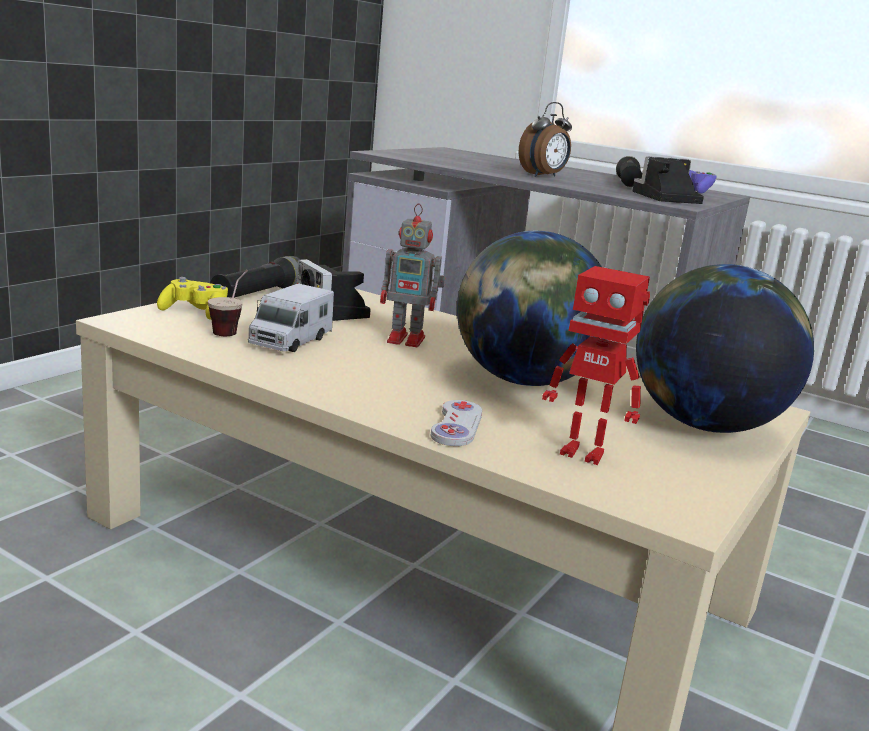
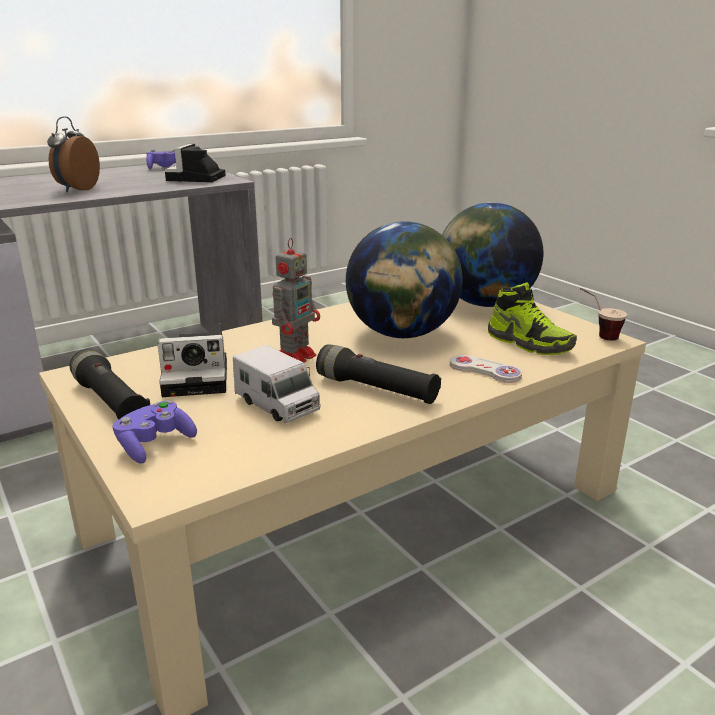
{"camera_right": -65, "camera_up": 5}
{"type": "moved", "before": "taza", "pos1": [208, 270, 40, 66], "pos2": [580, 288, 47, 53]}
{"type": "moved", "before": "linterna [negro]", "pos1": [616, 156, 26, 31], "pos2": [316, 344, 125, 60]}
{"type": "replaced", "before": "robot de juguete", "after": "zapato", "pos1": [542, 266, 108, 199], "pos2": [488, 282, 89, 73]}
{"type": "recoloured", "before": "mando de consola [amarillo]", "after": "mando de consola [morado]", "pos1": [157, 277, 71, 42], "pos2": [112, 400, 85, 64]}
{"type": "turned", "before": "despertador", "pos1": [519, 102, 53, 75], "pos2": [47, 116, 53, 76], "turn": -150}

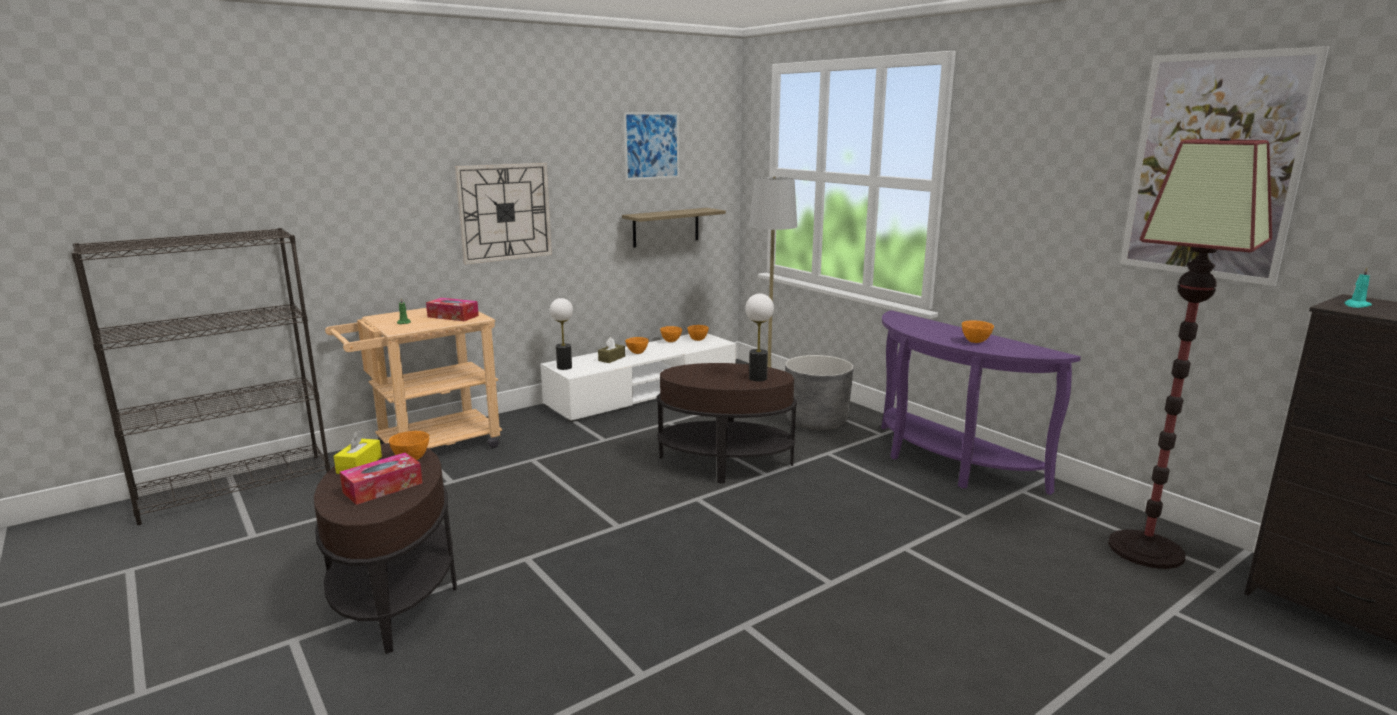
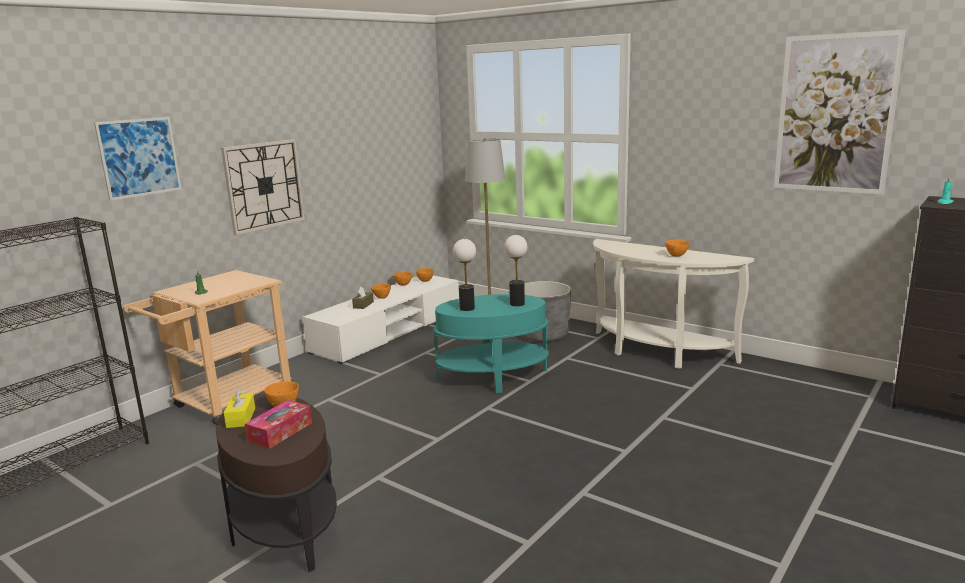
{"camera_right": -15, "camera_up": 0}
{"type": "removed", "before": "caja de pañuelos", "pos1": [426, 298, 53, 23]}
{"type": "removed", "before": "estante", "pos1": [622, 208, 104, 39]}
{"type": "removed", "before": "lámpara de pie", "pos1": [1108, 138, 164, 431]}
{"type": "moved", "before": "lámpara de mesa", "pos1": [550, 298, 23, 72], "pos2": [453, 239, 23, 72]}
{"type": "moved", "before": "cuadro", "pos1": [623, 112, 56, 68], "pos2": [94, 117, 88, 84]}
{"type": "recoloured", "before": "mesa auxiliar [marrón]", "after": "mesa auxiliar [turquesa]", "pos1": [657, 363, 140, 120], "pos2": [433, 294, 116, 99]}
{"type": "recoloured", "before": "mesa consola [morado]", "after": "mesa consola [blanco]", "pos1": [881, 310, 200, 185], "pos2": [593, 239, 161, 130]}

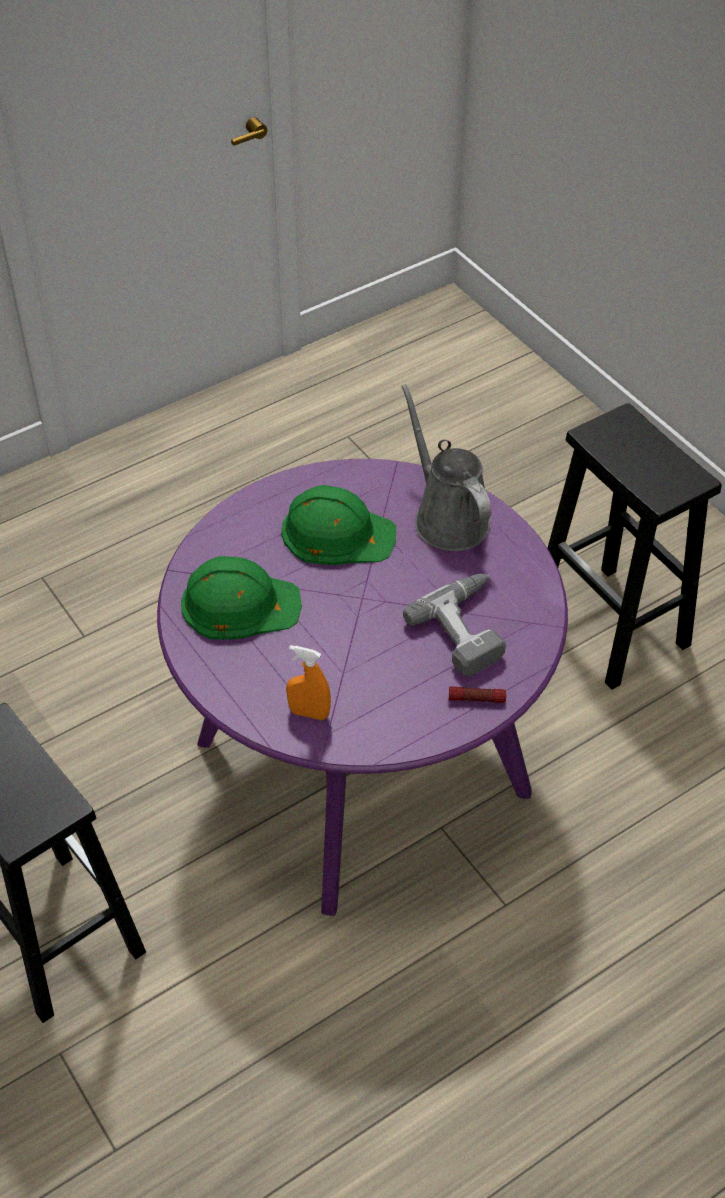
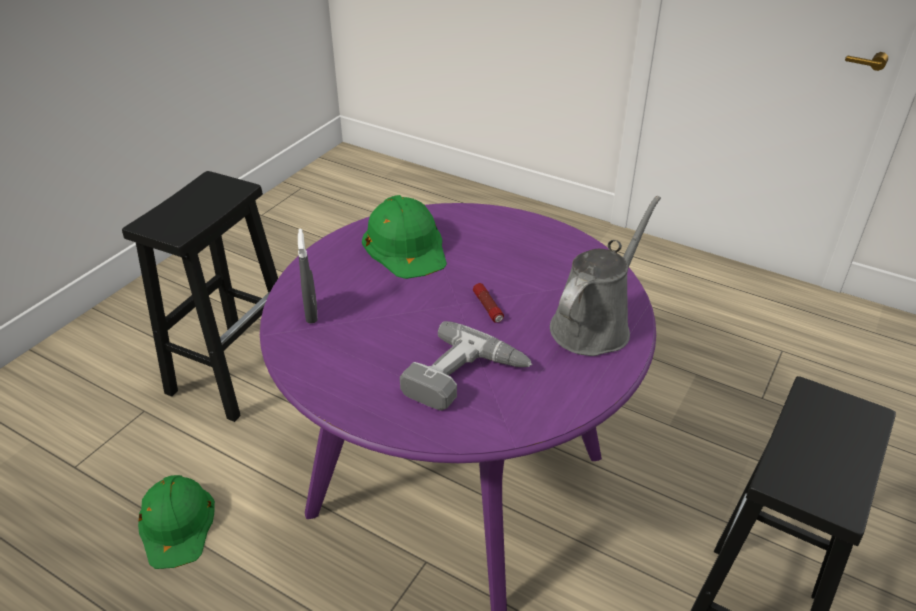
{"camera_right": 65, "camera_up": -10}
{"type": "moved", "before": "casco [verde]", "pos1": [281, 485, 115, 80], "pos2": [138, 475, 77, 94]}
{"type": "moved", "before": "linterna", "pos1": [449, 686, 57, 17], "pos2": [473, 283, 31, 40]}
{"type": "recoloured", "before": "pulverizador [naranja]", "after": "pulverizador [gris]", "pos1": [286, 645, 45, 75], "pos2": [298, 229, 19, 94]}

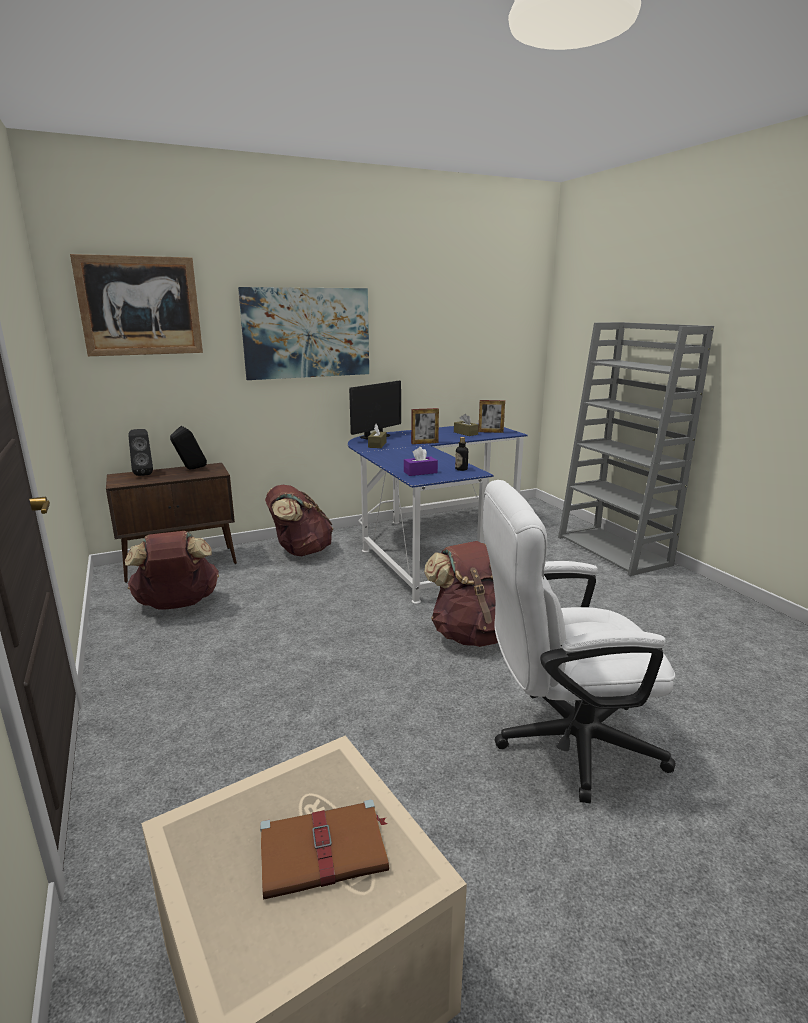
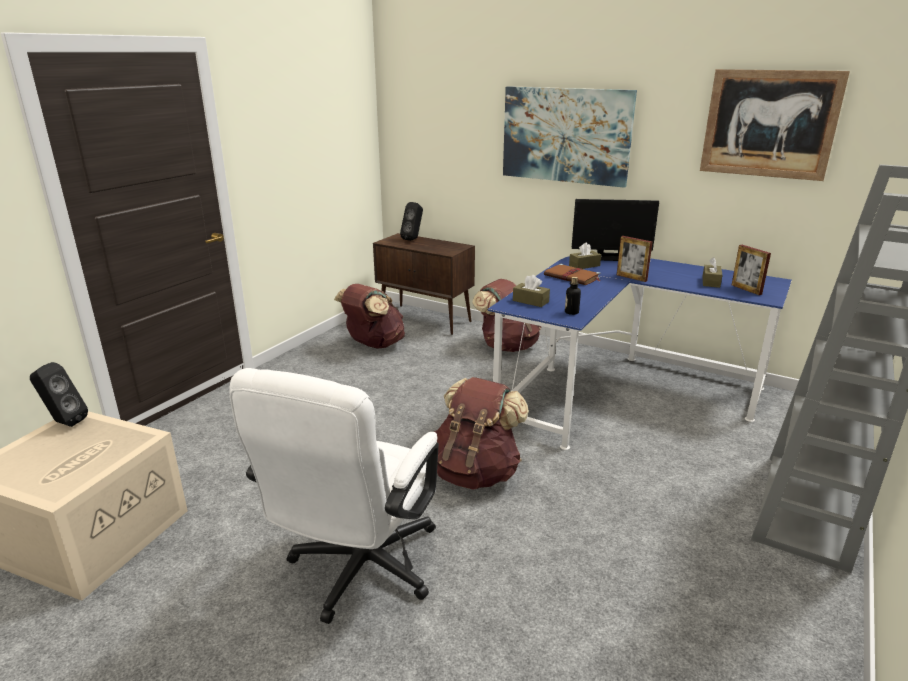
{"camera_right": 55, "camera_up": 5}
{"type": "moved", "before": "cuadro", "pos1": [70, 254, 133, 102], "pos2": [700, 69, 150, 112]}
{"type": "moved", "before": "altavoz [negro]", "pos1": [170, 426, 37, 44], "pos2": [30, 362, 58, 65]}
{"type": "moved", "before": "libro [marrón]", "pos1": [260, 799, 129, 101], "pos2": [544, 264, 57, 21]}
{"type": "recoloured", "before": "caja de pañuelos [morado]", "after": "caja de pañuelos [marrón]", "pos1": [404, 447, 34, 29], "pos2": [513, 275, 37, 32]}
{"type": "turned", "before": "silla de oficina [blanco]", "pos1": [483, 480, 193, 323], "pos2": [229, 368, 210, 256], "turn": -120}

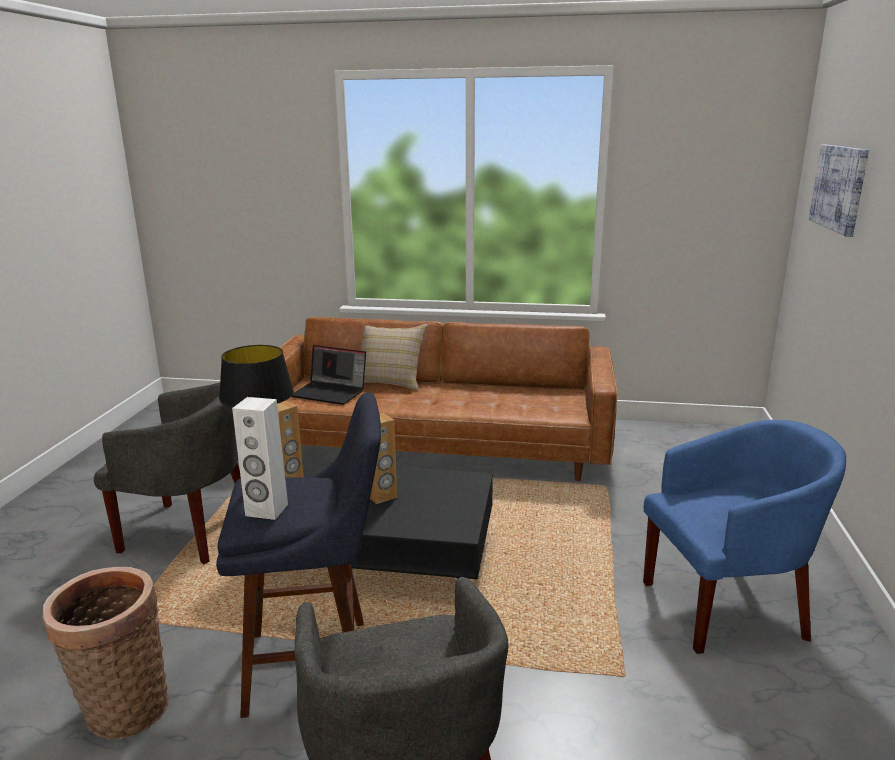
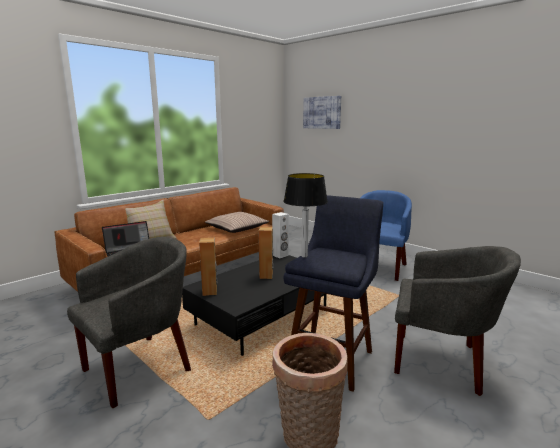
{"camera_right": -55, "camera_up": -5}
{"type": "added", "after": "cojín", "pos2": [205, 212, 64, 21]}
{"type": "moved", "before": "altavoz [blanco]", "pos1": [232, 397, 56, 123], "pos2": [272, 212, 17, 46]}

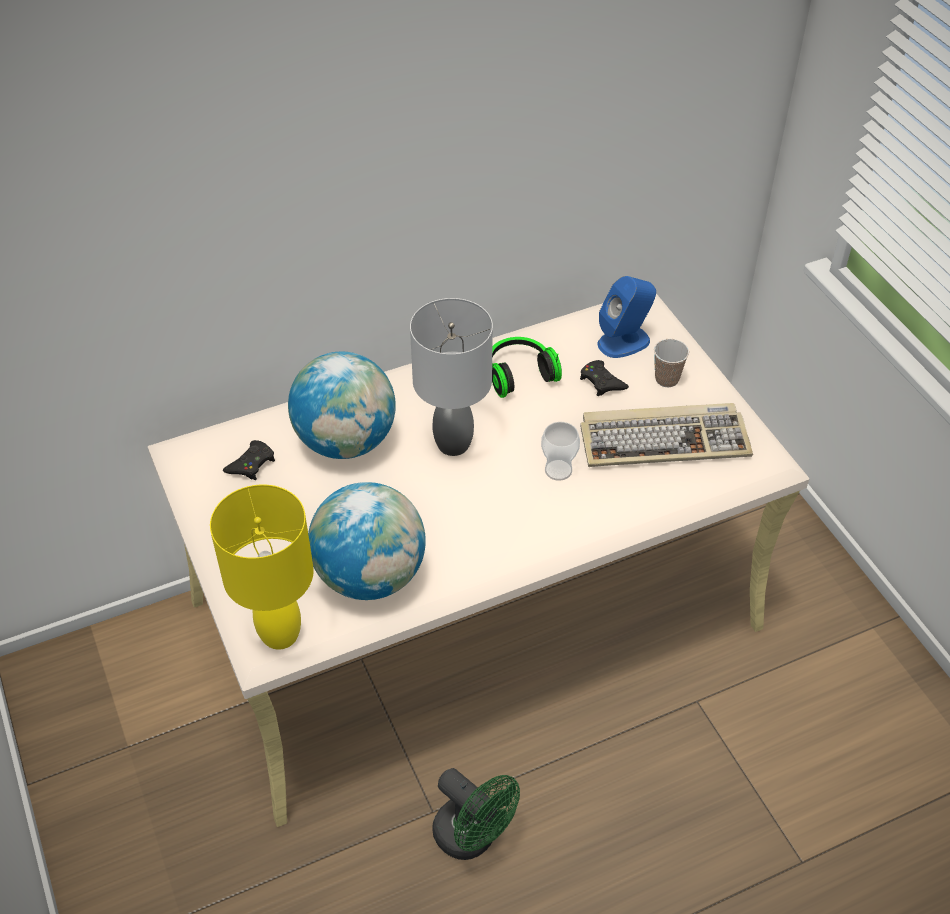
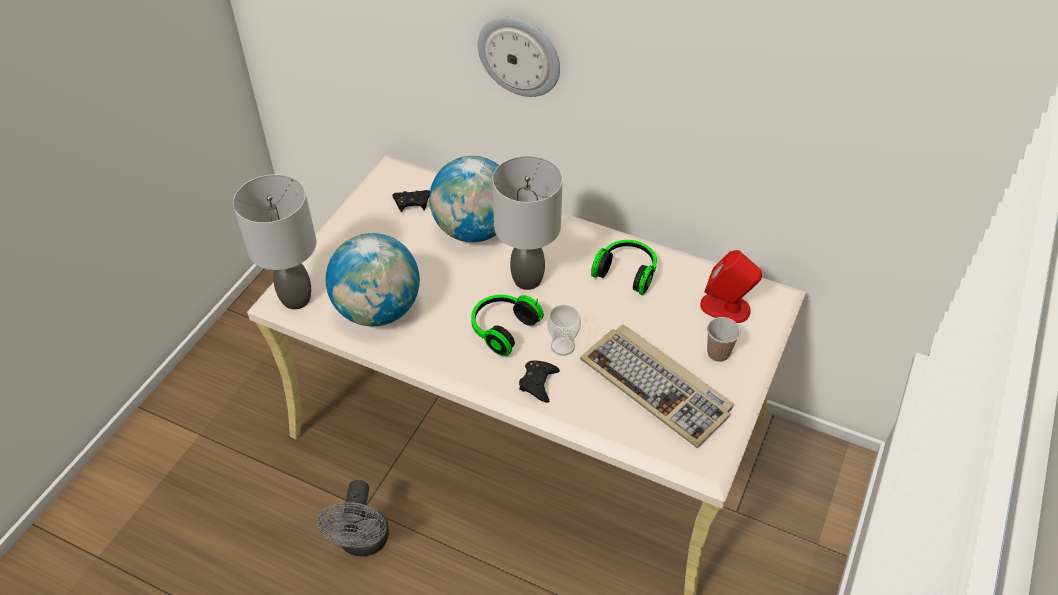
{"camera_right": 50, "camera_up": 0}
{"type": "added", "after": "auriculares", "pos2": [471, 295, 73, 62]}
{"type": "added", "after": "reloj de pared", "pos2": [478, 17, 82, 80]}
{"type": "moved", "before": "mando de consola [negro]", "pos1": [580, 360, 49, 36], "pos2": [519, 361, 41, 42]}
{"type": "recoloured", "before": "lámpara de mesa [amarillo]", "after": "lámpara de mesa [gris]", "pos1": [210, 484, 104, 166], "pos2": [233, 174, 83, 135]}
{"type": "recoloured", "before": "ventilador [verde]", "after": "ventilador [gris]", "pos1": [432, 768, 88, 92], "pos2": [317, 480, 72, 76]}
{"type": "recoloured", "before": "altavoz [azul]", "after": "altavoz [rojo]", "pos1": [597, 276, 59, 82], "pos2": [700, 250, 62, 73]}

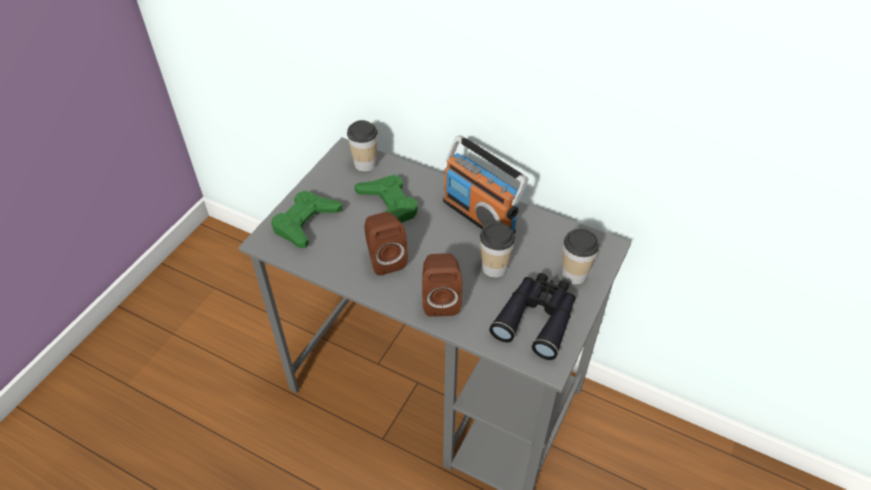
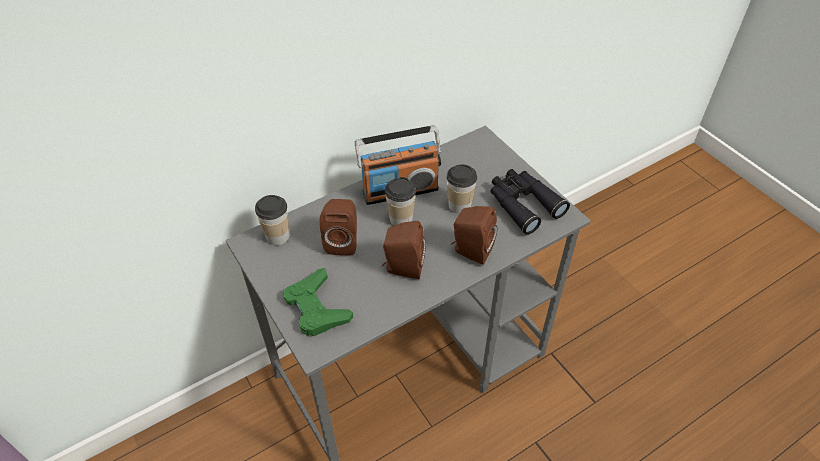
{"camera_right": -60, "camera_up": 0}
{"type": "moved", "before": "taza", "pos1": [562, 229, 37, 55], "pos2": [385, 177, 31, 49]}
{"type": "replaced", "before": "mando de consola [verde]", "after": "altavoz [marrón]", "pos1": [354, 175, 64, 48], "pos2": [320, 199, 37, 56]}

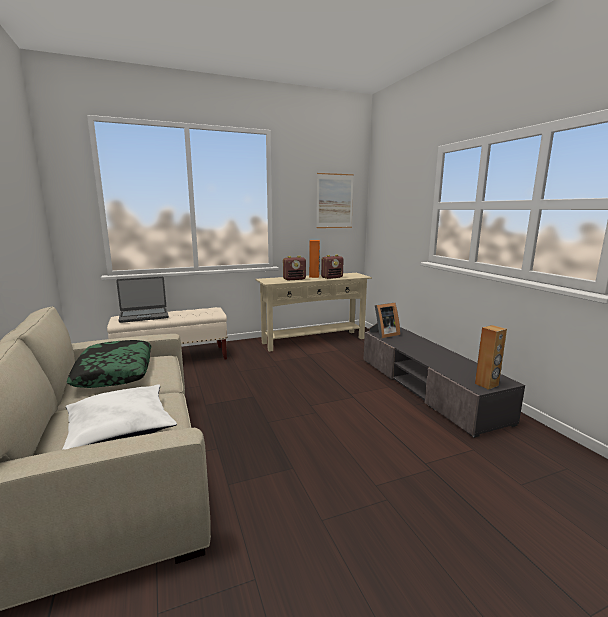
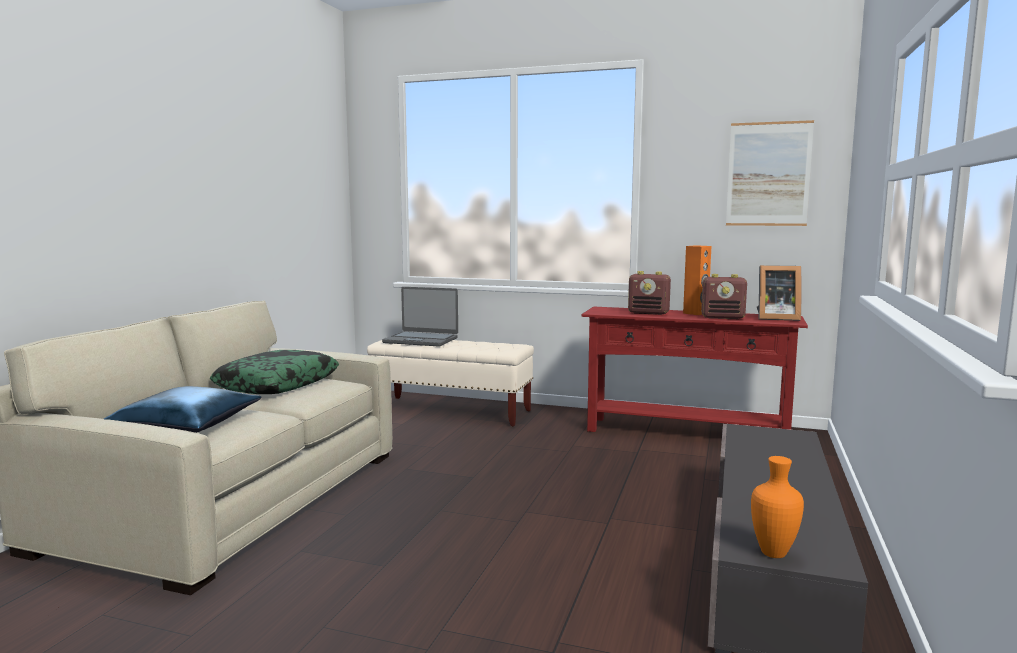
{"camera_right": 40, "camera_up": -5}
{"type": "moved", "before": "portarretratos", "pos1": [369, 303, 31, 35], "pos2": [757, 265, 44, 56]}
{"type": "replaced", "before": "altavoz [marrón]", "after": "florero [naranja]", "pos1": [475, 325, 32, 65], "pos2": [751, 456, 53, 102]}
{"type": "recoloured", "before": "cojín [blanco]", "after": "cojín [azul]", "pos1": [62, 384, 115, 66], "pos2": [104, 386, 158, 47]}
{"type": "recoloured", "before": "mesa consola [beis]", "after": "mesa consola [rojo]", "pos1": [255, 273, 117, 79], "pos2": [581, 306, 227, 126]}

